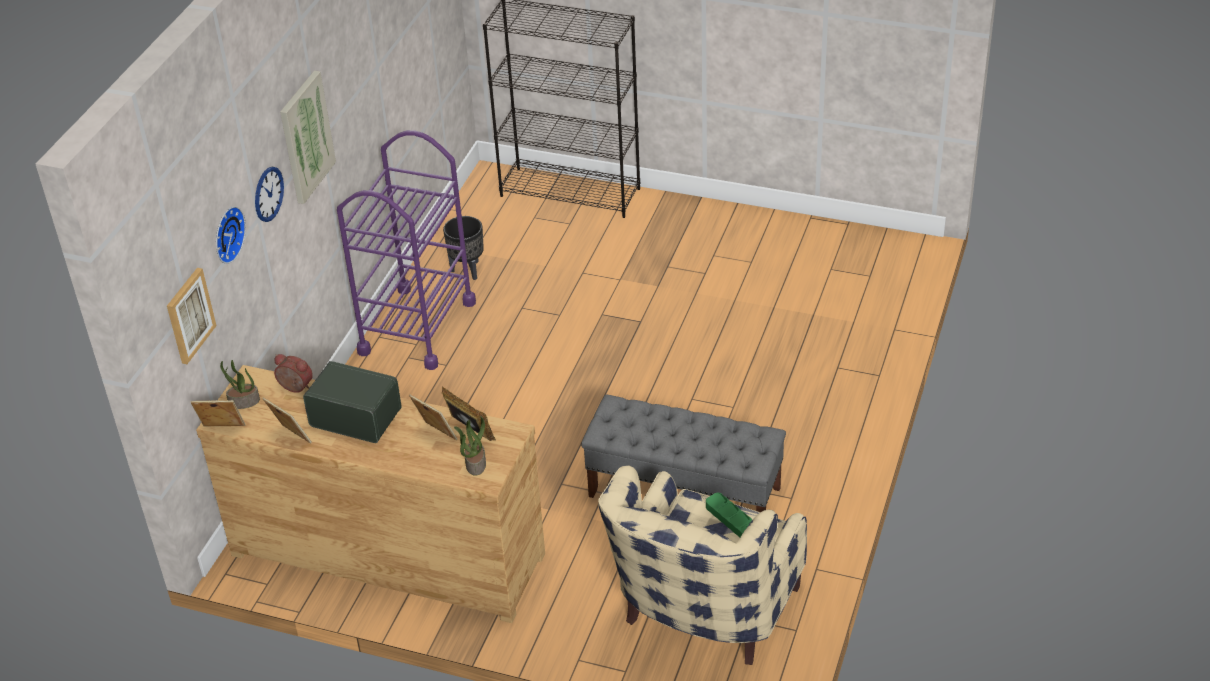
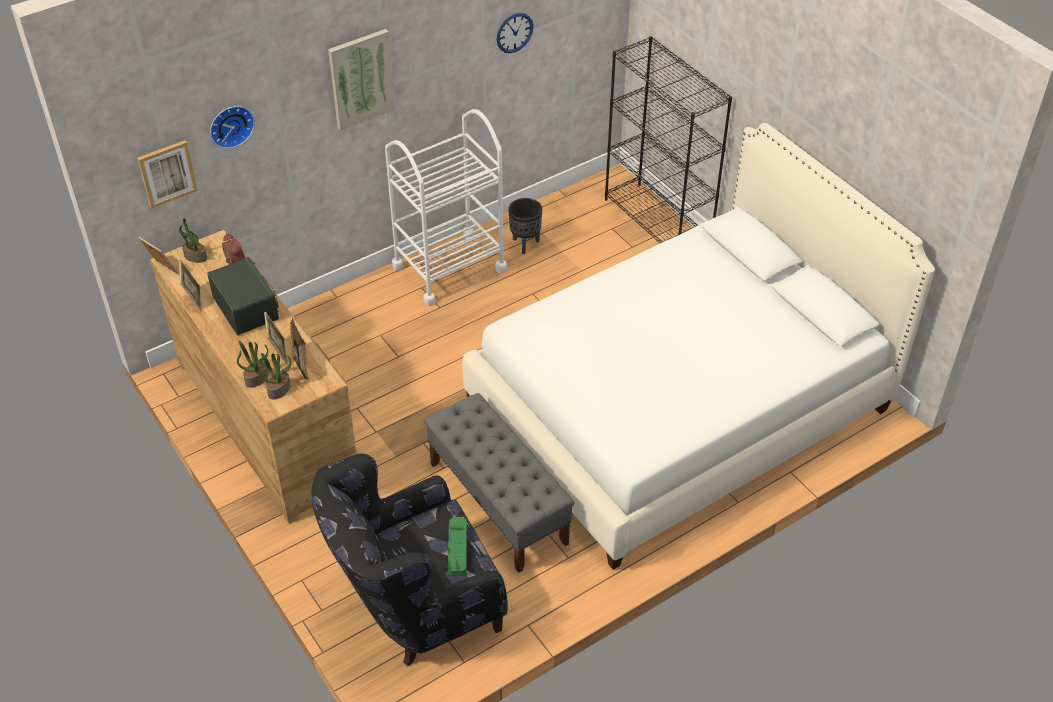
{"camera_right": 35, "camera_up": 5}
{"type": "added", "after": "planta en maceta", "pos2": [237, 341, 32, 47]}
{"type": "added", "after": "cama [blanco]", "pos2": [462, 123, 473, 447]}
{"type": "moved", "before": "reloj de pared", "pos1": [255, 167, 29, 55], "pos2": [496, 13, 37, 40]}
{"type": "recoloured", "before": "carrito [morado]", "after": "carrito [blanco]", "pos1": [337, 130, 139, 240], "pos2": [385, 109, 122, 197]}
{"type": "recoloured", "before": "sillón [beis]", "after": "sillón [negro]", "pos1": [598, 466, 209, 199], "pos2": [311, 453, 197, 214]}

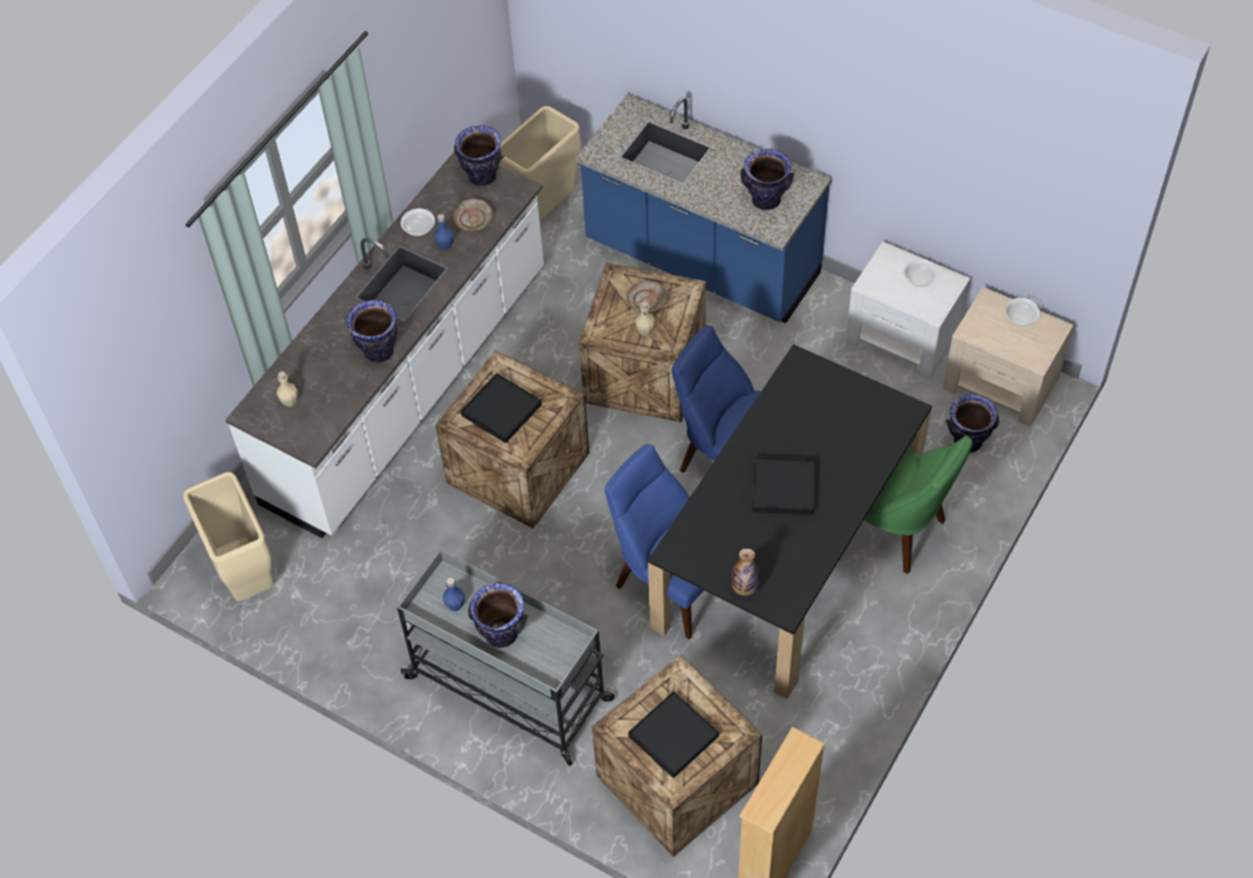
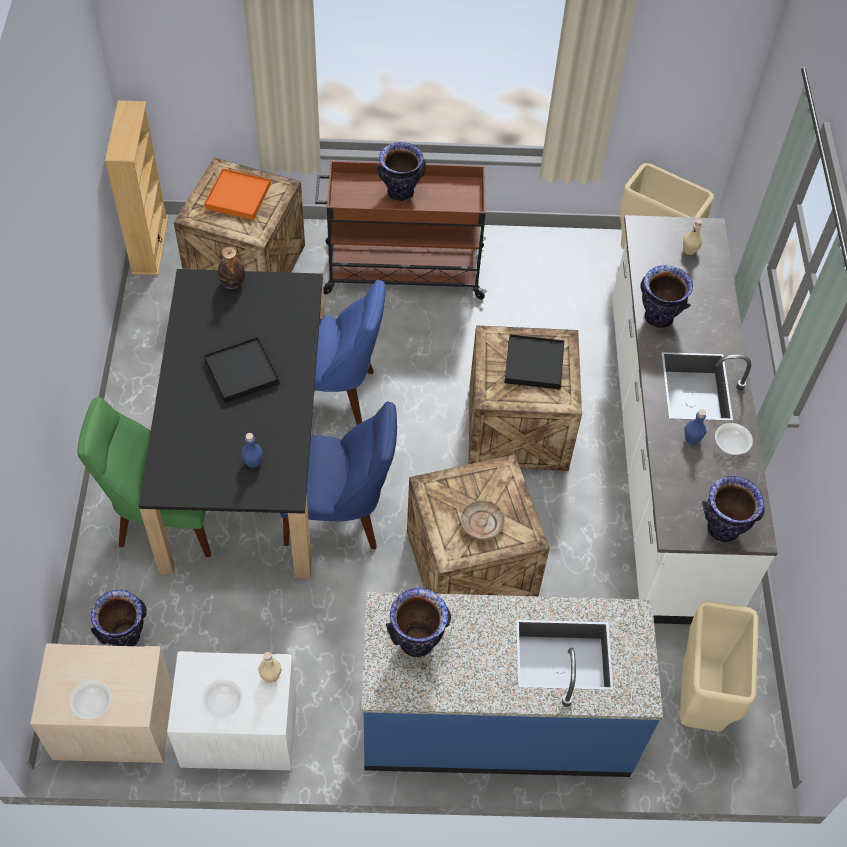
{"camera_right": 145, "camera_up": 0}
{"type": "removed", "before": "plato [beis]", "pos1": [453, 199, 40, 32]}
{"type": "moved", "before": "botella [azul]", "pos1": [443, 578, 22, 33], "pos2": [241, 433, 22, 35]}
{"type": "moved", "before": "botella [beis]", "pos1": [635, 301, 20, 35], "pos2": [258, 652, 24, 31]}
{"type": "recoloured", "before": "carrito [gris]", "after": "carrito [marrón]", "pos1": [397, 549, 218, 217], "pos2": [315, 161, 172, 139]}
{"type": "recoloured", "before": "bandeja [negro]", "after": "bandeja [naranja]", "pos1": [628, 691, 91, 87], "pos2": [204, 168, 67, 52]}

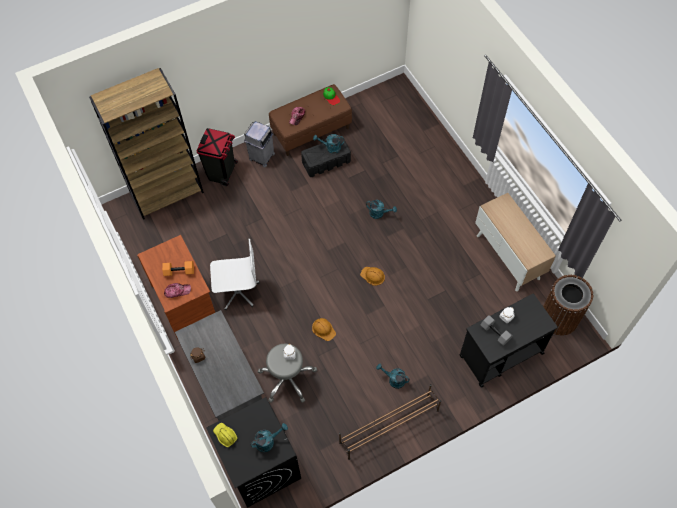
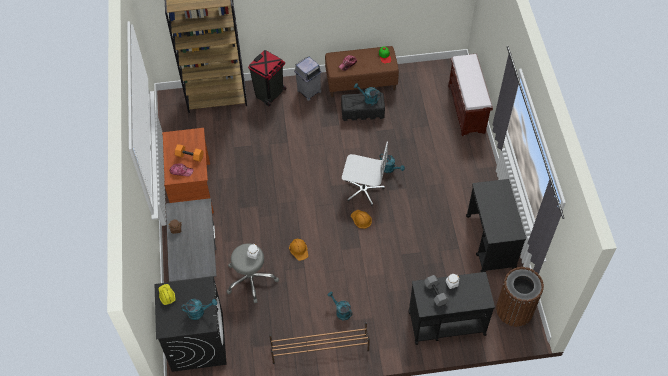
{"camera_right": 20, "camera_up": -5}
{"type": "added", "after": "banco [marrón]", "pos2": [448, 54, 45, 82]}
{"type": "moved", "before": "silla de oficina [blanco]", "pos1": [210, 239, 50, 71], "pos2": [342, 141, 46, 65]}
{"type": "replaced", "before": "armario", "after": "carrito [negro]", "pos1": [475, 193, 81, 99], "pos2": [466, 179, 60, 93]}

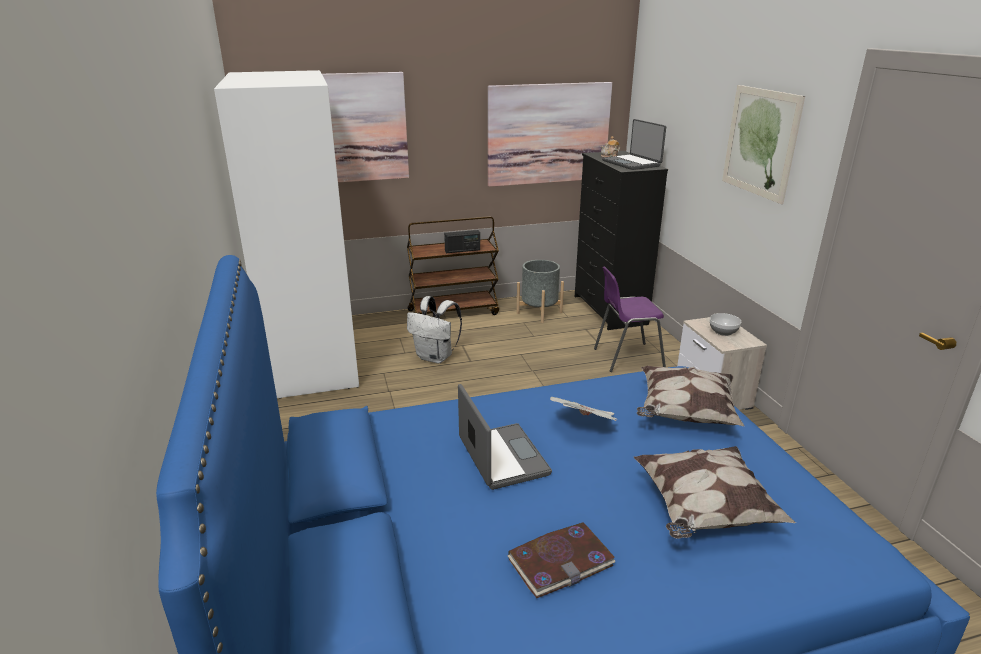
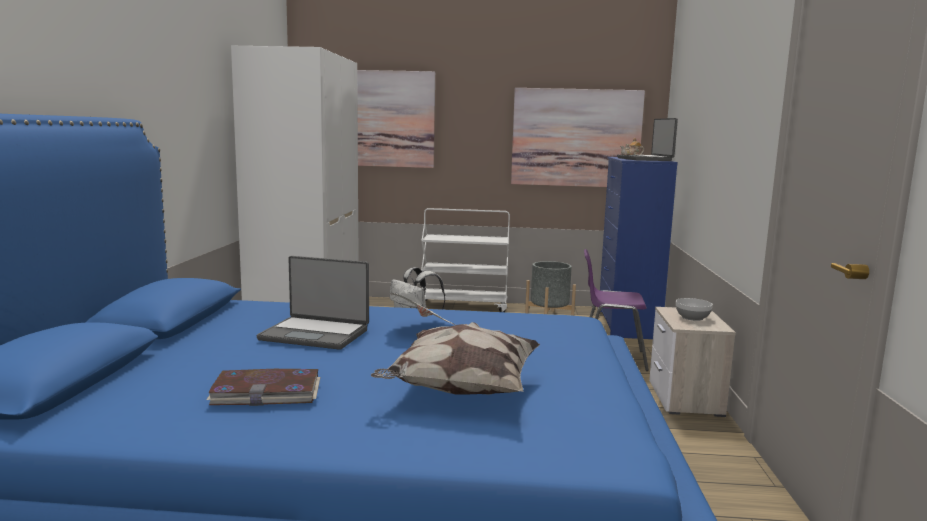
{"camera_right": 20, "camera_up": -15}
{"type": "removed", "before": "radio", "pos1": [444, 230, 36, 23]}
{"type": "removed", "before": "cojín", "pos1": [637, 366, 107, 60]}
{"type": "removed", "before": "cuadro", "pos1": [722, 85, 83, 119]}
{"type": "recoloured", "before": "carrito [marrón]", "after": "carrito [blanco]", "pos1": [407, 216, 92, 99], "pos2": [421, 208, 89, 104]}
{"type": "recoloured", "before": "cómoda [negro]", "after": "cómoda [azul]", "pos1": [575, 151, 93, 179], "pos2": [600, 157, 78, 182]}
{"type": "turned", "before": "portátil", "pos1": [458, 384, 94, 106], "pos2": [257, 256, 112, 94], "turn": 105}

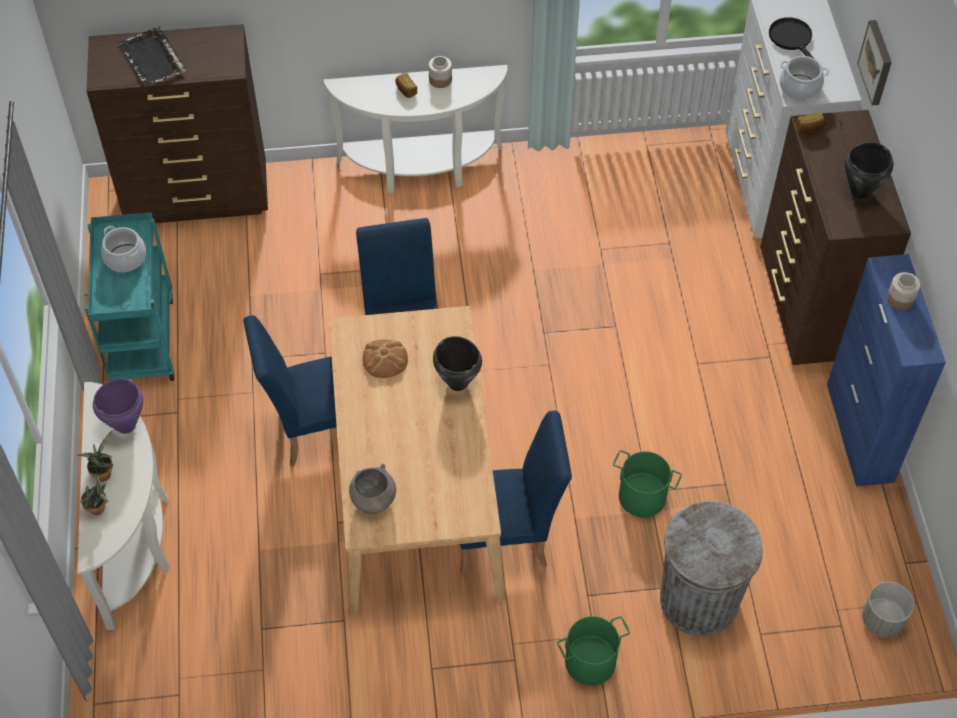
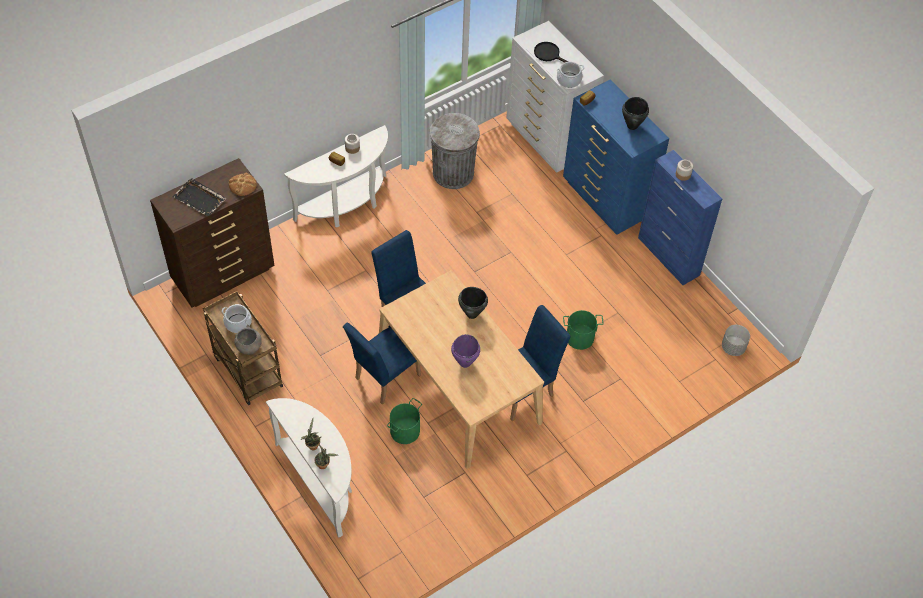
{"camera_right": -30, "camera_up": 0}
{"type": "removed", "before": "cuadro", "pos1": [857, 20, 35, 85]}
{"type": "moved", "before": "olla [morado]", "pos1": [93, 378, 50, 56], "pos2": [451, 334, 29, 34]}
{"type": "moved", "before": "cuenco [gris]", "pos1": [349, 464, 47, 50], "pos2": [234, 325, 28, 30]}
{"type": "moved", "before": "pan", "pos1": [363, 340, 45, 38], "pos2": [229, 173, 28, 23]}
{"type": "moved", "before": "cubo [verde]", "pos1": [557, 616, 73, 69], "pos2": [387, 398, 35, 46]}
{"type": "moved", "before": "papelera [gris]", "pos1": [660, 501, 103, 135], "pos2": [429, 113, 51, 76]}
{"type": "recoloured", "before": "carrito [turquesa]", "after": "carrito [marrón]", "pos1": [85, 212, 90, 169], "pos2": [203, 291, 80, 114]}
{"type": "recoloured", "before": "cómoda [marrón]", "after": "cómoda [azul]", "pos1": [760, 110, 151, 255], "pos2": [563, 80, 106, 155]}

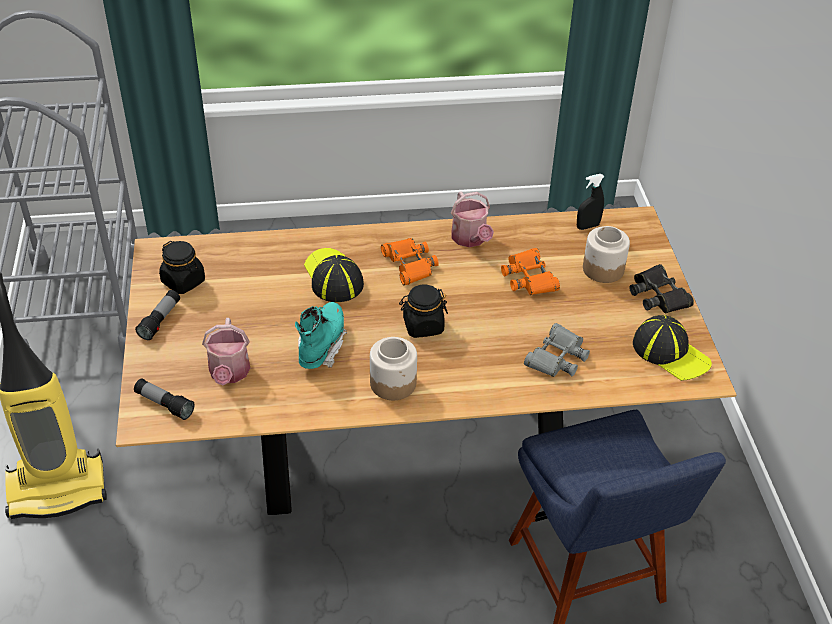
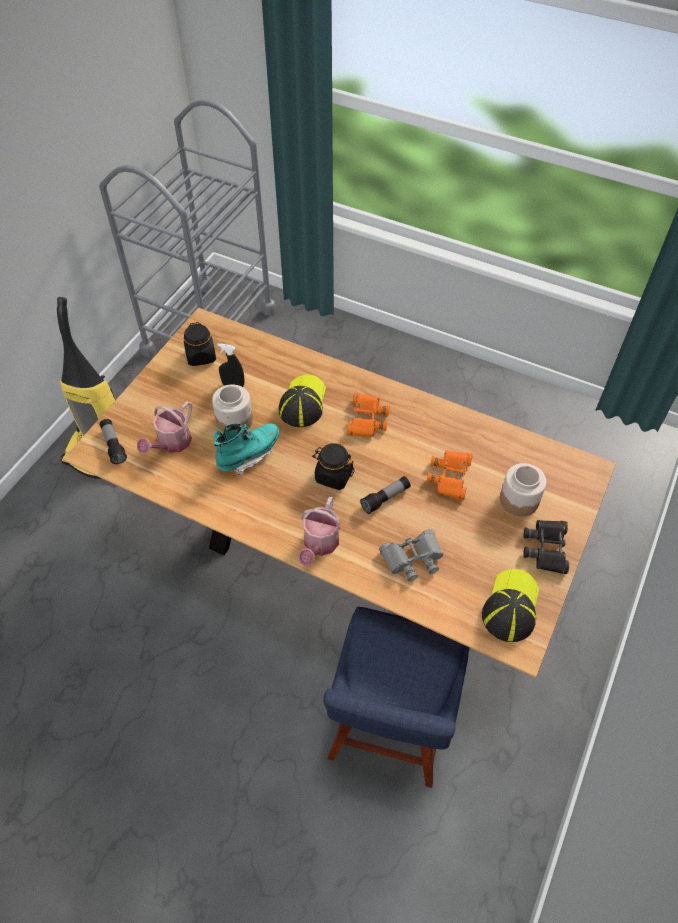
{"camera_right": 35, "camera_up": 10}
{"type": "moved", "before": "linterna", "pos1": [135, 290, 45, 50], "pos2": [360, 476, 51, 38]}
{"type": "moved", "before": "tarro", "pos1": [370, 337, 47, 63], "pos2": [212, 384, 41, 48]}
{"type": "moved", "before": "regadera", "pos1": [451, 191, 43, 56], "pos2": [298, 497, 43, 69]}
{"type": "moved", "before": "pulverizador [negro]", "pos1": [577, 174, 27, 56], "pos2": [217, 344, 27, 43]}
{"type": "turned", "before": "gorra", "pos1": [633, 315, 79, 66], "pos2": [482, 569, 57, 73], "turn": -150}

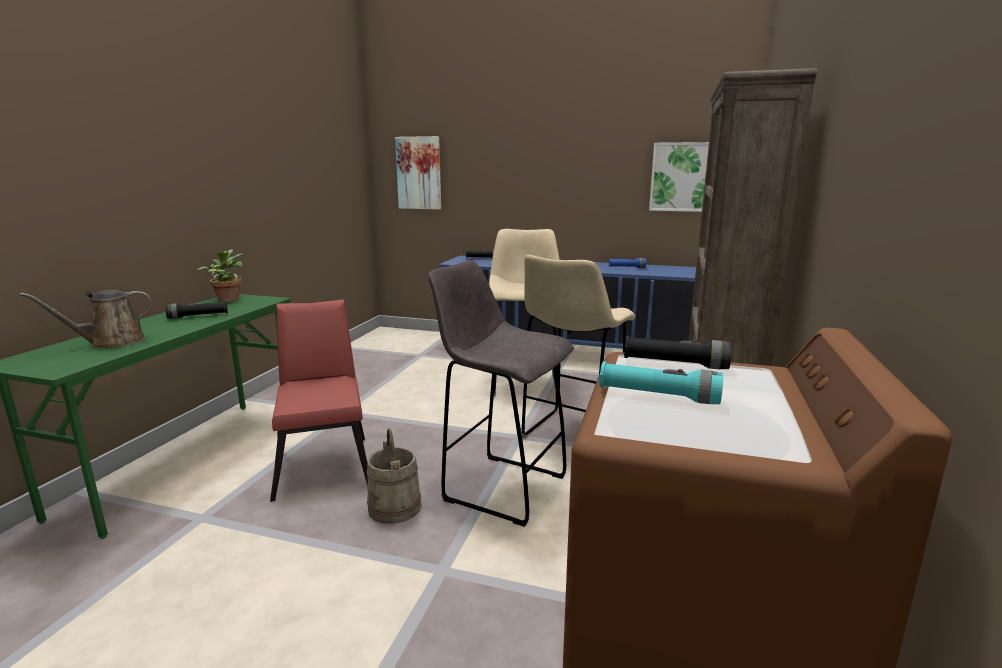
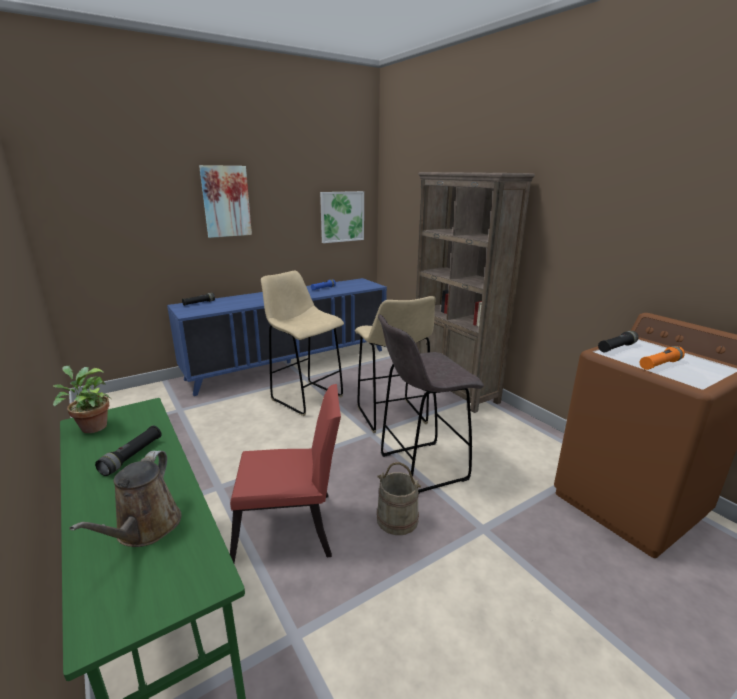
{"camera_right": -50, "camera_up": 5}
{"type": "moved", "before": "cuadro", "pos1": [395, 136, 46, 74], "pos2": [199, 165, 53, 73]}
{"type": "recoloured", "before": "linterna [turquesa]", "after": "linterna [naranja]", "pos1": [599, 361, 124, 43], "pos2": [640, 346, 45, 24]}
{"type": "turned", "before": "silla [rojo]", "pos1": [270, 299, 98, 203], "pos2": [230, 384, 111, 179], "turn": 150}

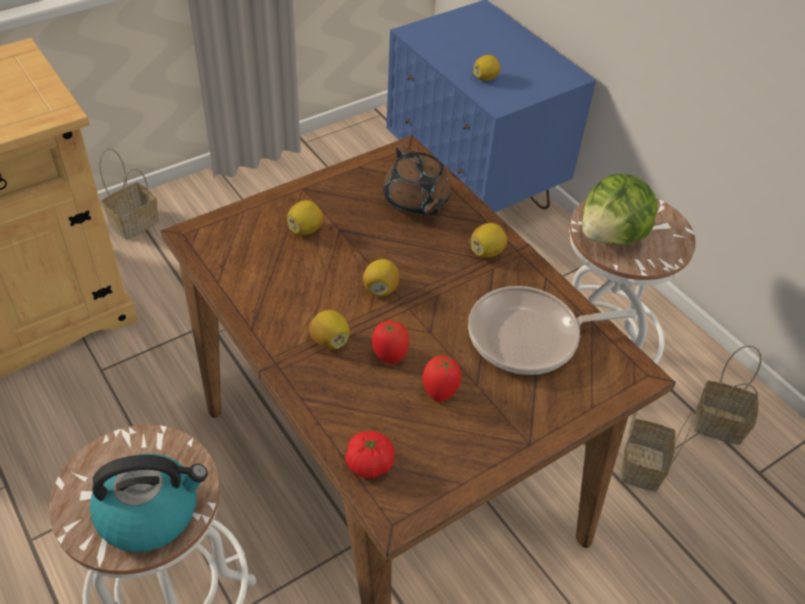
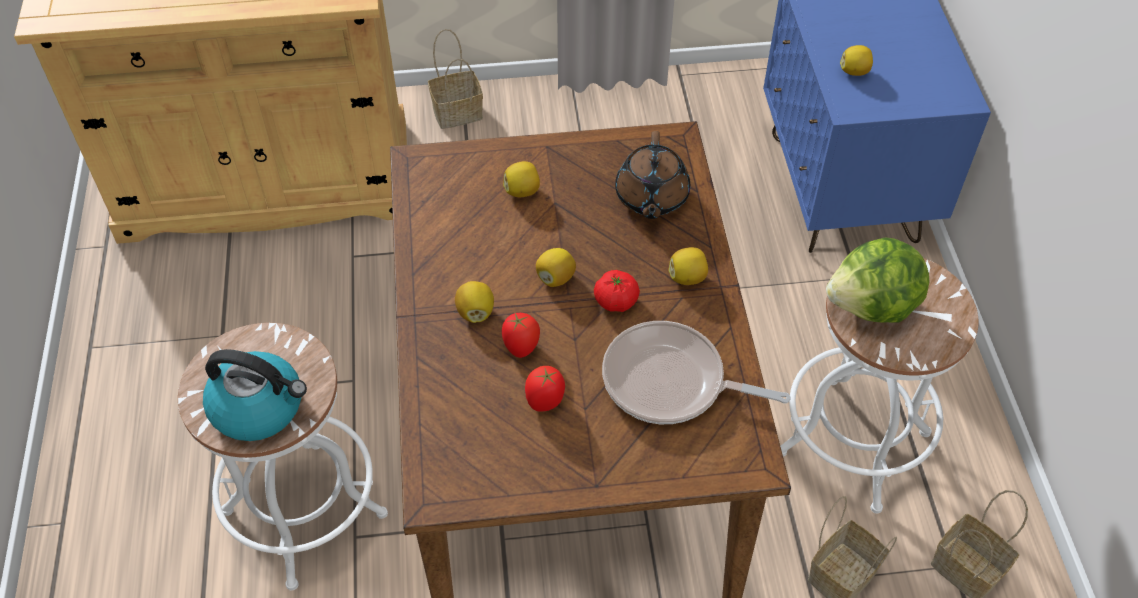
{"camera_right": 30, "camera_up": 5}
{"type": "moved", "before": "tomate", "pos1": [345, 431, 50, 48], "pos2": [594, 270, 46, 42]}

